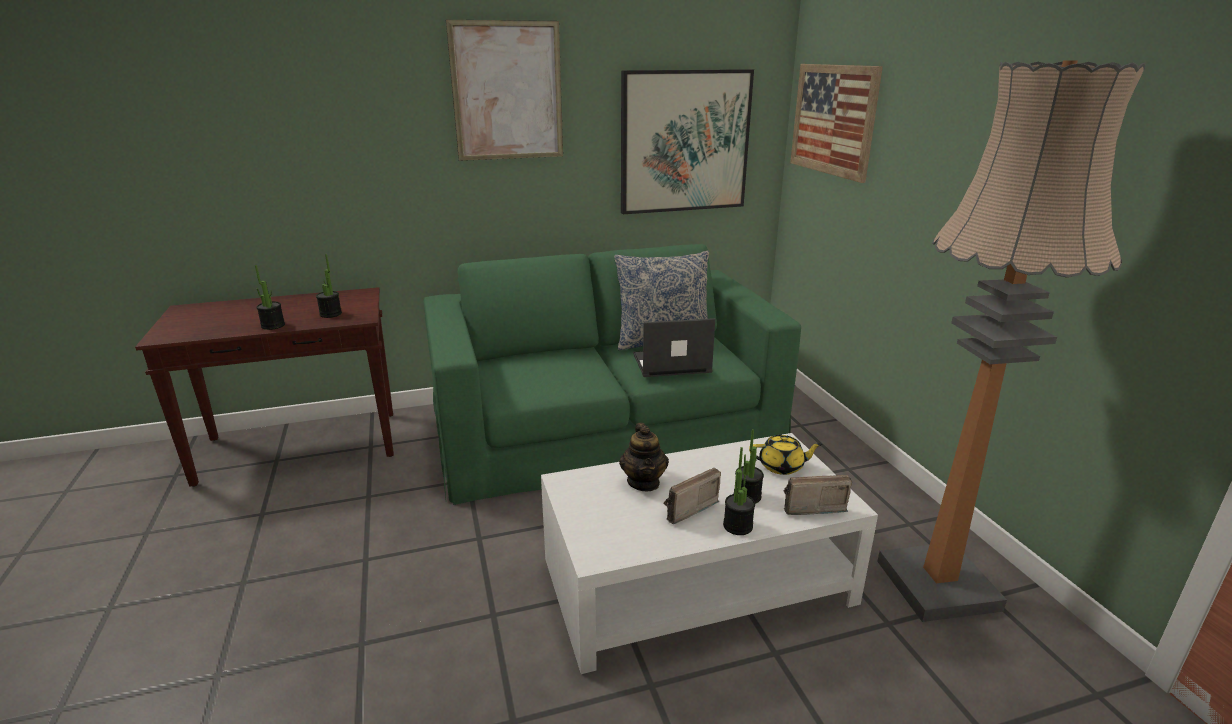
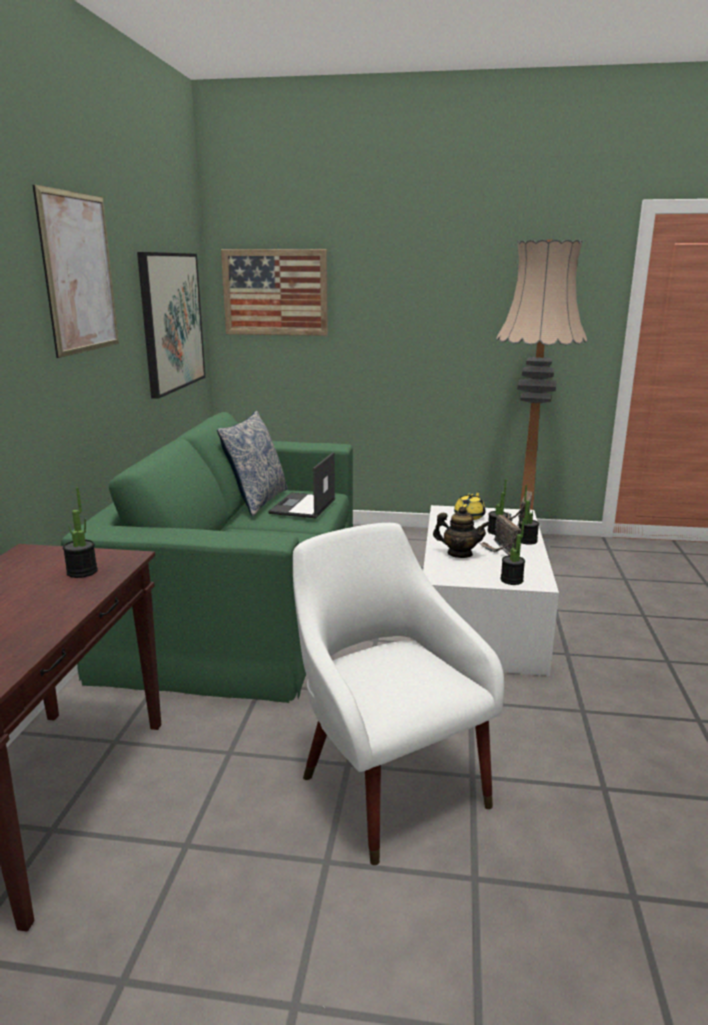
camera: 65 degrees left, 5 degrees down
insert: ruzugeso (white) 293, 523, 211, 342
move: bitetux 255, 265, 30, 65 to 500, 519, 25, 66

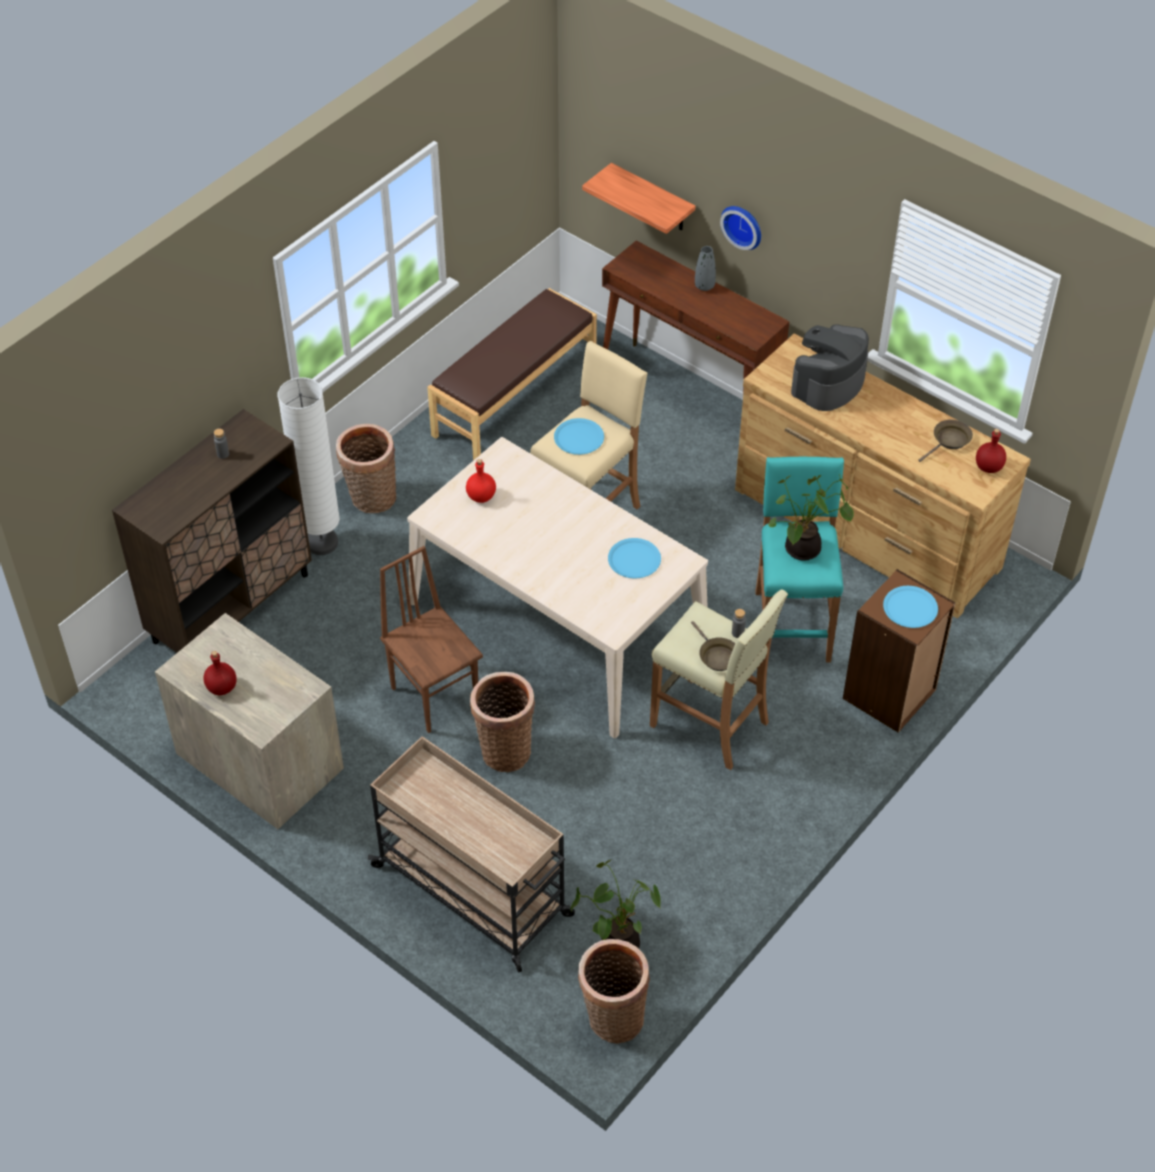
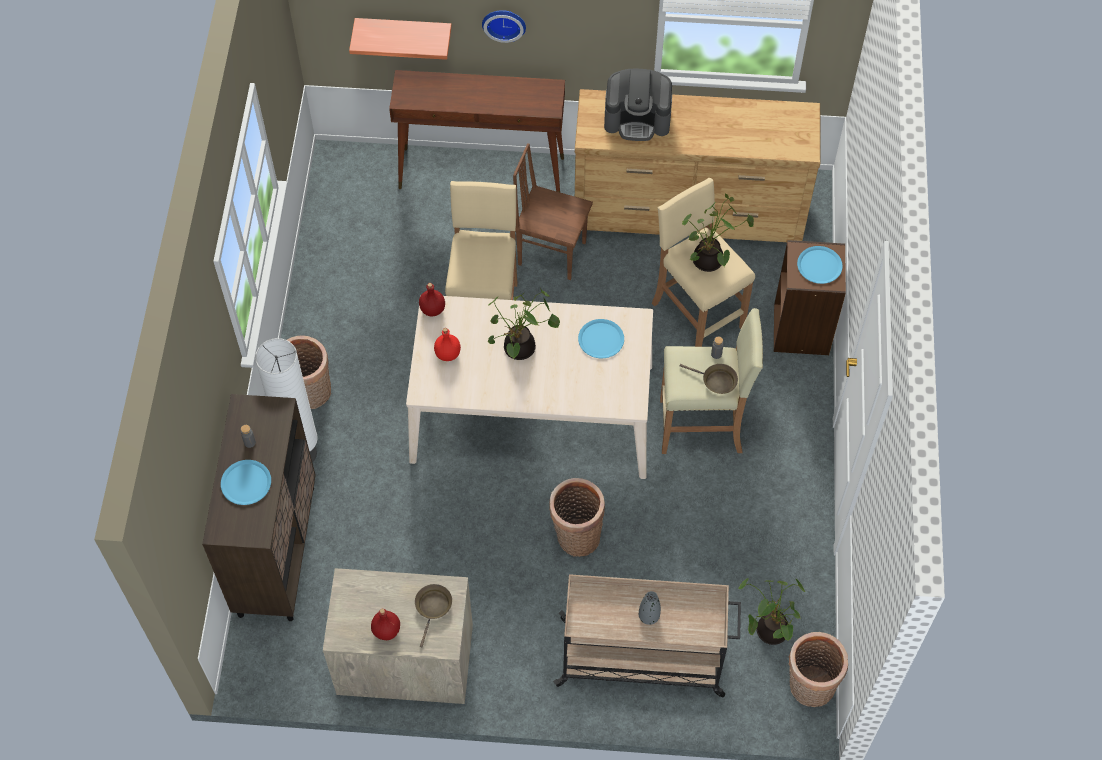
camera: 35 degrees left, 10 degrees up
delete: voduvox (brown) 427, 288, 170, 172
insert: bitetux 488, 288, 72, 72
move: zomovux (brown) 380, 546, 103, 187 to 513, 143, 80, 137; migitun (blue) 554, 418, 50, 37 to 221, 460, 50, 45; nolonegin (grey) 695, 246, 21, 45 to 639, 591, 22, 34; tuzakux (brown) 918, 419, 55, 43 to 415, 584, 37, 63; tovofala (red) 976, 429, 30, 44 to 419, 283, 26, 33
recolor: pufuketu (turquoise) 755, 457, 89, 206 to pufuketu (beige) 652, 178, 103, 169
rotate: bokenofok 791, 324, 78, 87 = 604, 68, 68, 73 90 degrees counterclockwise

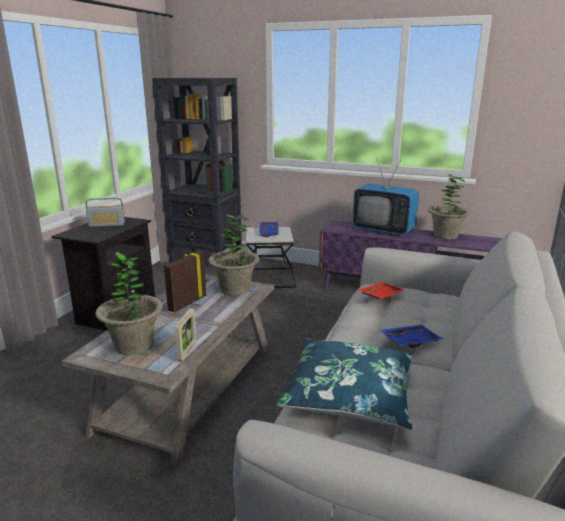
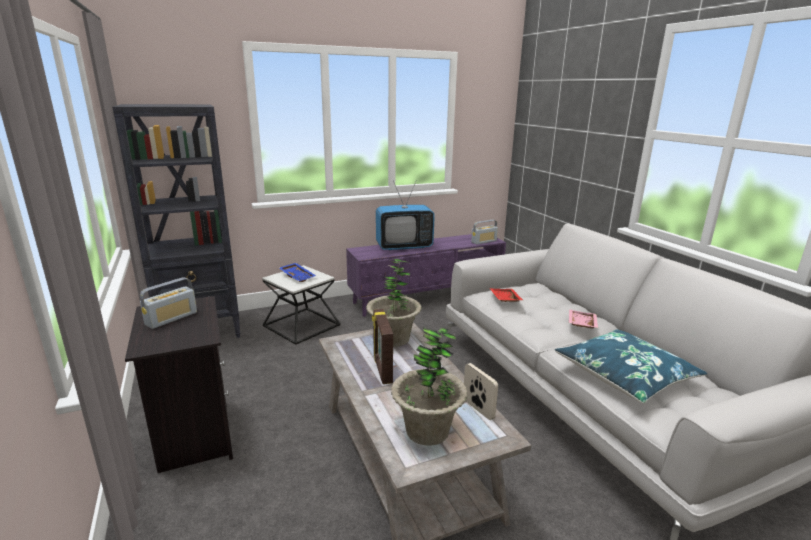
camera: 45 degrees left, 0 degrees up
delete: bitetux 428, 174, 42, 66
insert: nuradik 471, 220, 27, 24
recolor: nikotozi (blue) 380, 324, 64, 24 to nikotozi (pink) 569, 309, 29, 20

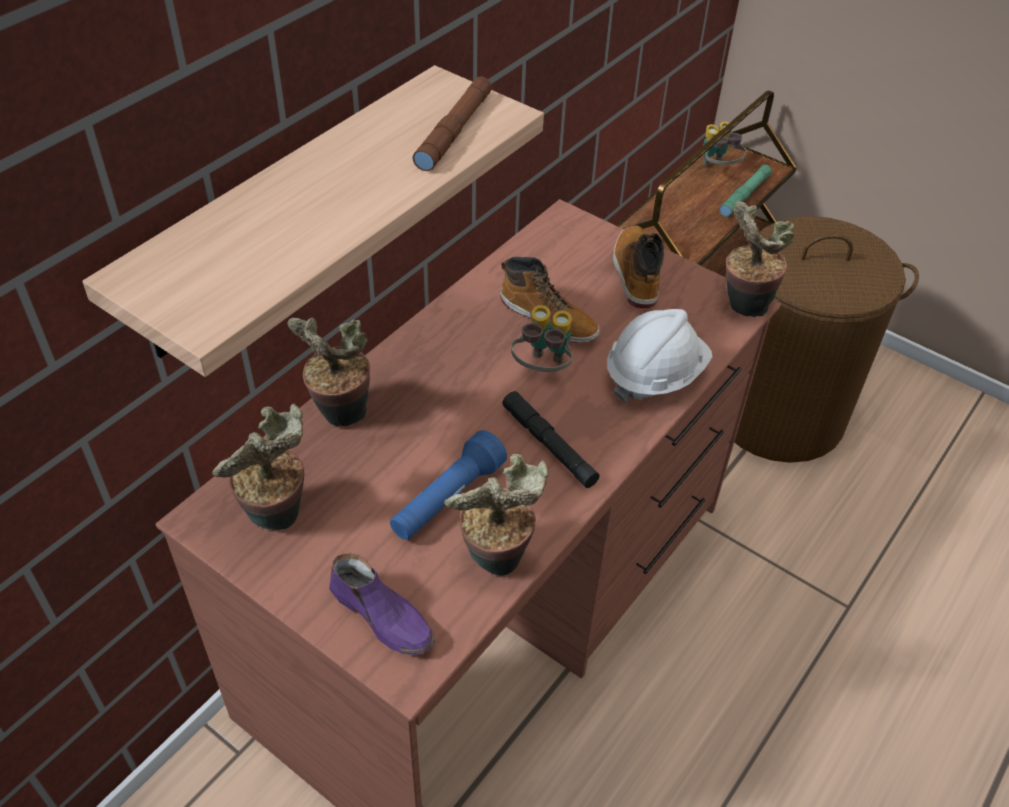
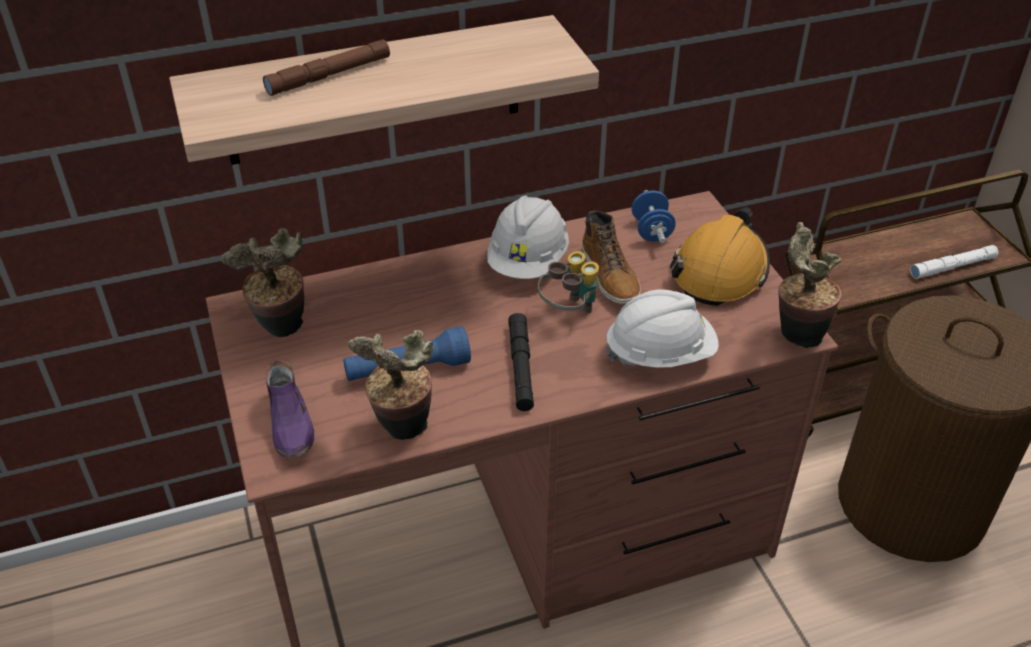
camera: 35 degrees right, 5 degrees down
delete: bitetux 287, 317, 83, 109; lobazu 702, 122, 44, 44
insert: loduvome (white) 488, 195, 81, 84; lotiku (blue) 632, 190, 44, 53
move: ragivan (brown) 413, 77, 79, 94 to 263, 39, 127, 57
replace: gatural 613, 225, 51, 83 to loduvome (orange) 670, 207, 100, 99
recolor: ragivan (green) 719, 165, 53, 52 to ragivan (white) 910, 245, 88, 34

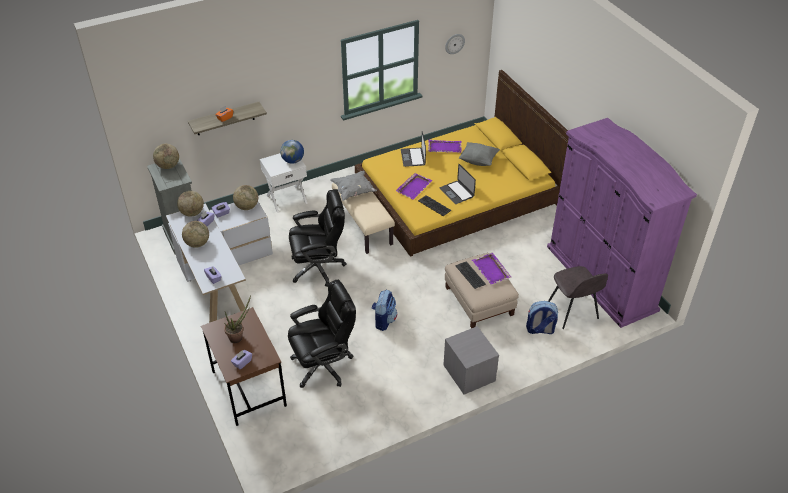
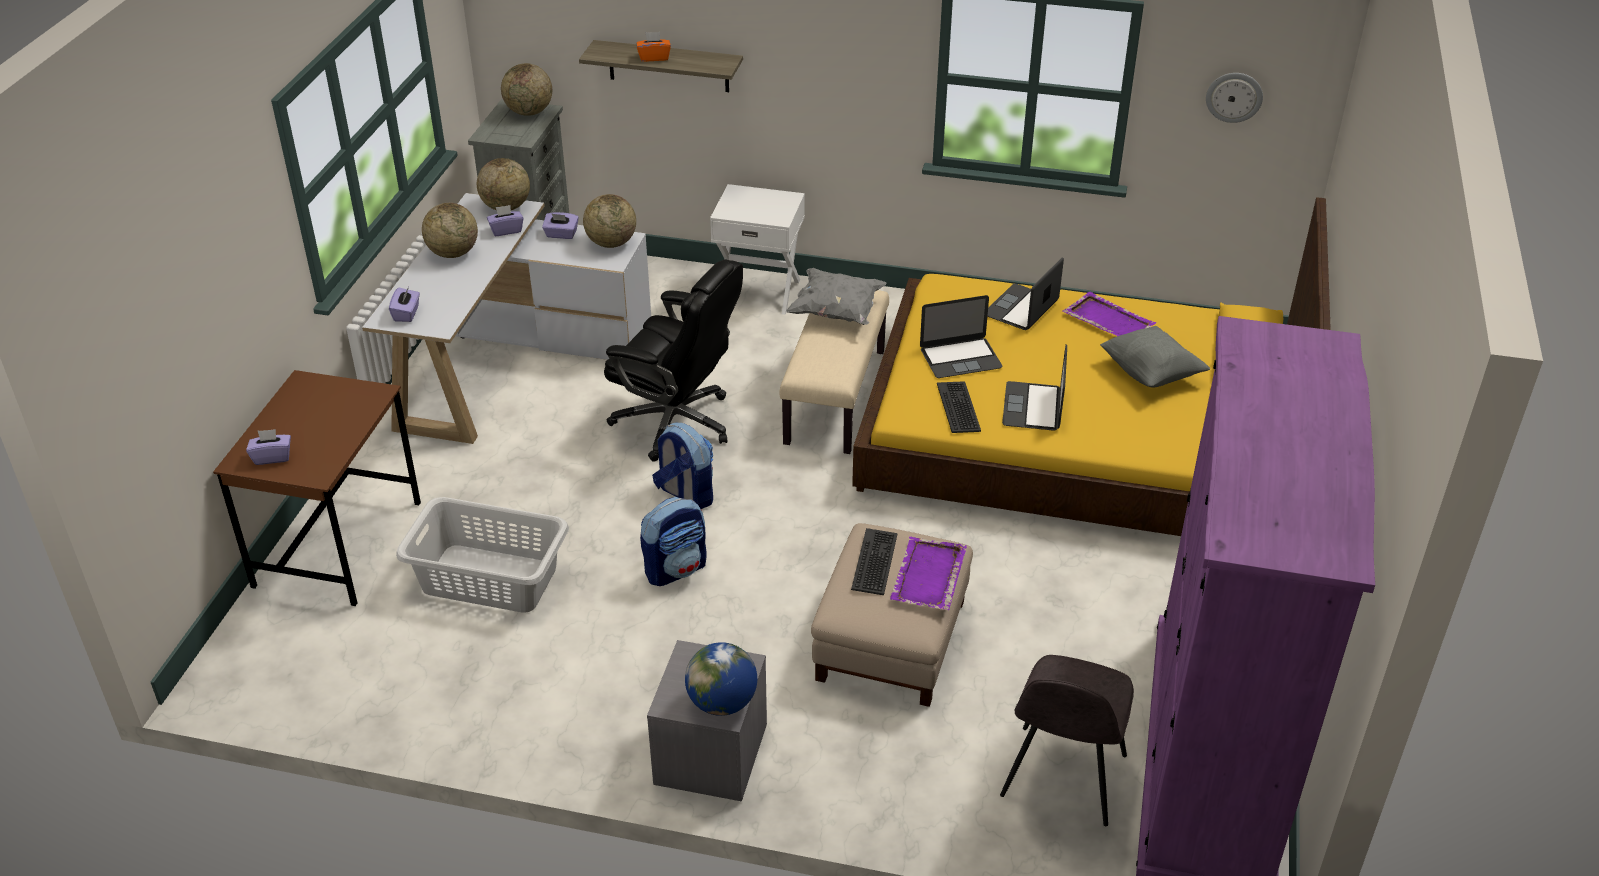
camera: 40 degrees right, 5 degrees down
delete: bitetux 224, 295, 27, 48
move: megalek 280, 140, 24, 24 to 685, 642, 72, 74; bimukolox 526, 301, 32, 33 to 652, 423, 61, 86
replace: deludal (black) 288, 279, 68, 109 to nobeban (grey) 396, 497, 173, 116; nikotozi (purple) 396, 173, 36, 27 to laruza 920, 295, 82, 83

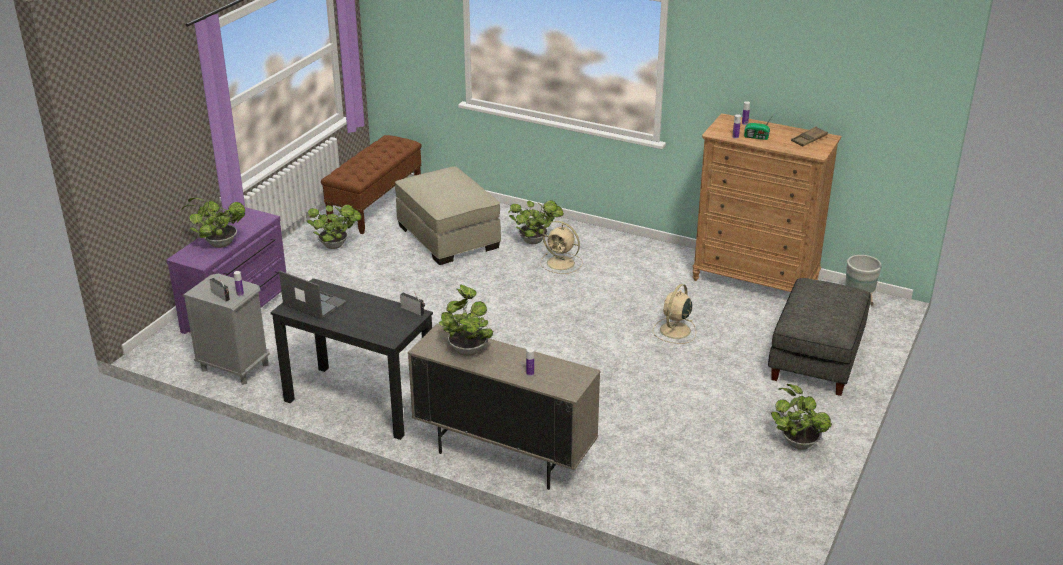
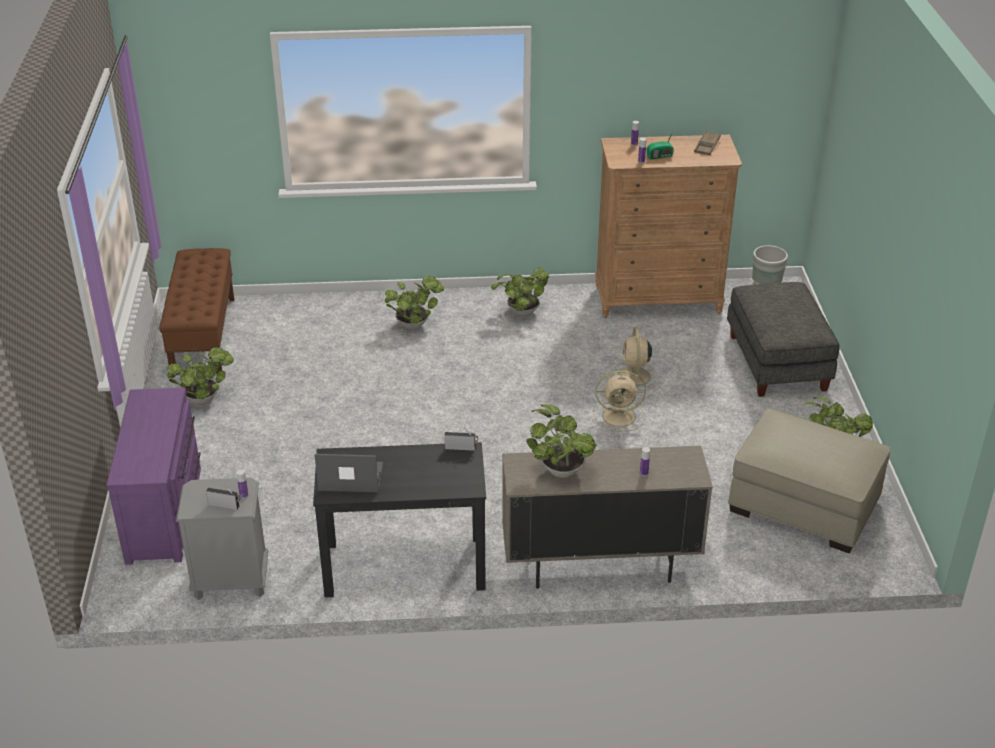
camera: 30 degrees left, 5 degrees up
move: bitetux 182, 198, 63, 50 to 491, 268, 58, 49; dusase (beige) 395, 166, 106, 99 to 728, 409, 163, 144; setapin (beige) 540, 221, 43, 53 to 593, 370, 53, 62

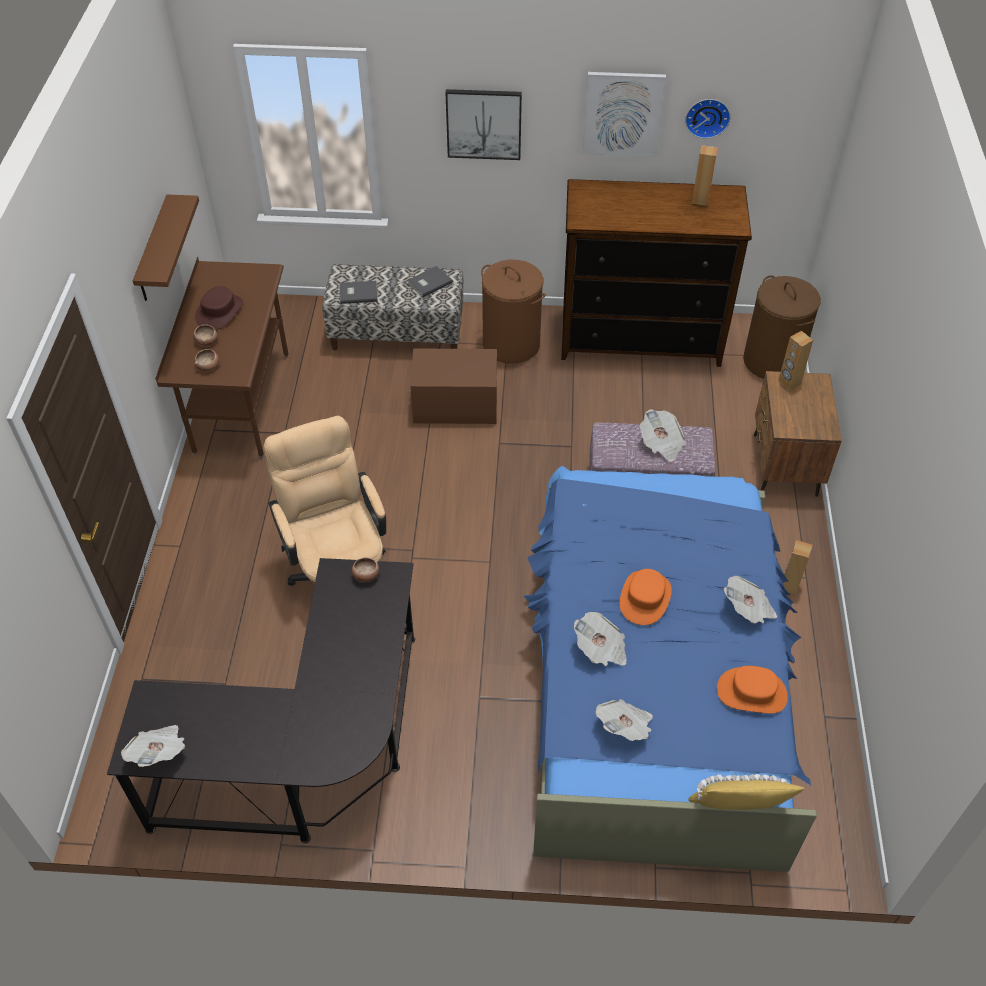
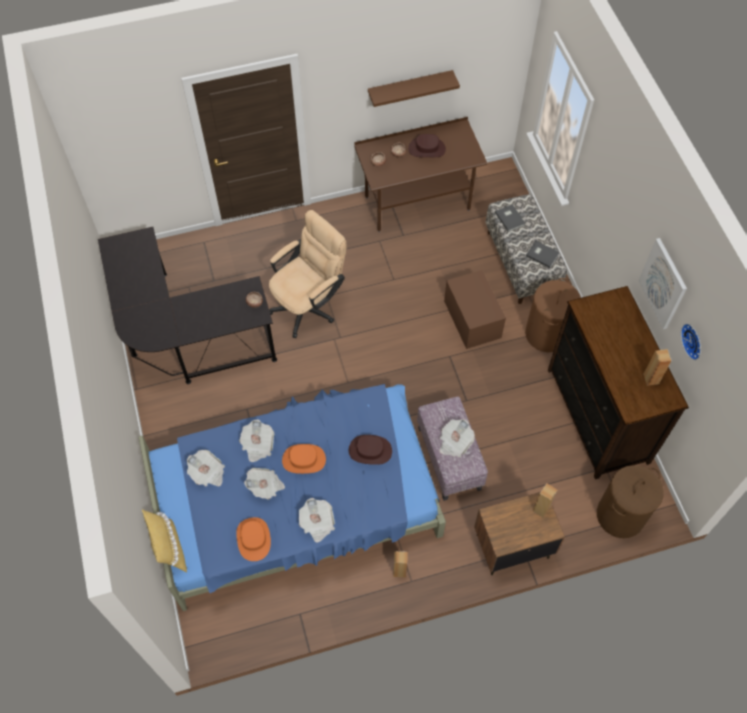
camera: 70 degrees right, 10 degrees up
delete: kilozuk 445, 89, 77, 71
insert: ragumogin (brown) 349, 435, 43, 30
move: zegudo 121, 725, 64, 42 to 244, 468, 41, 31

